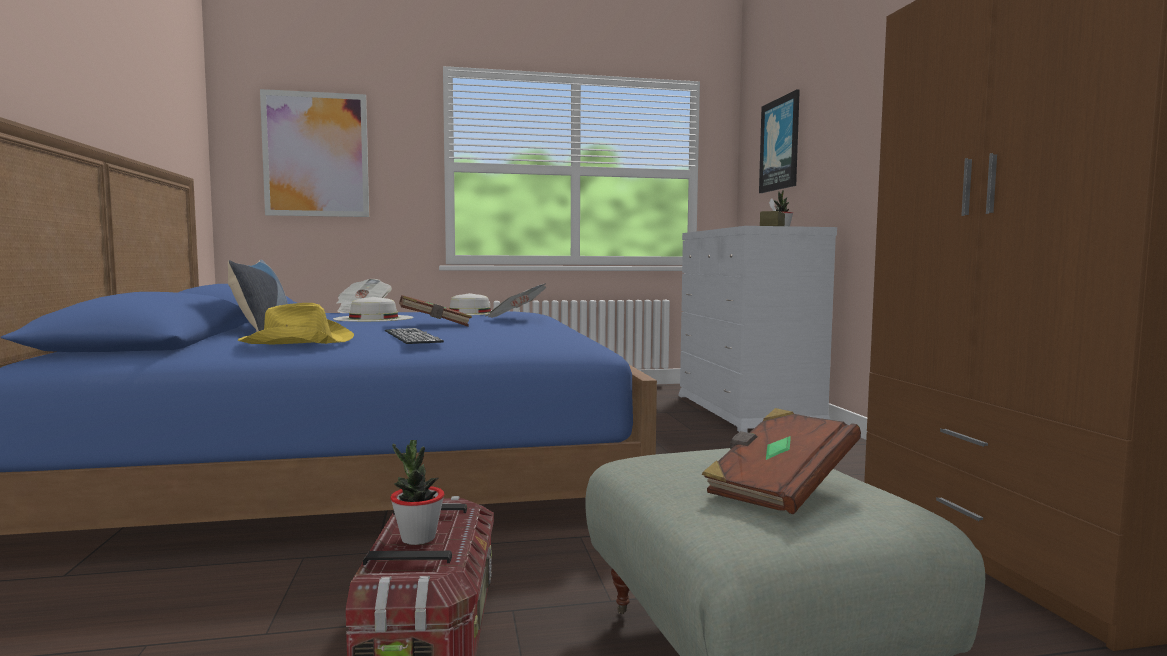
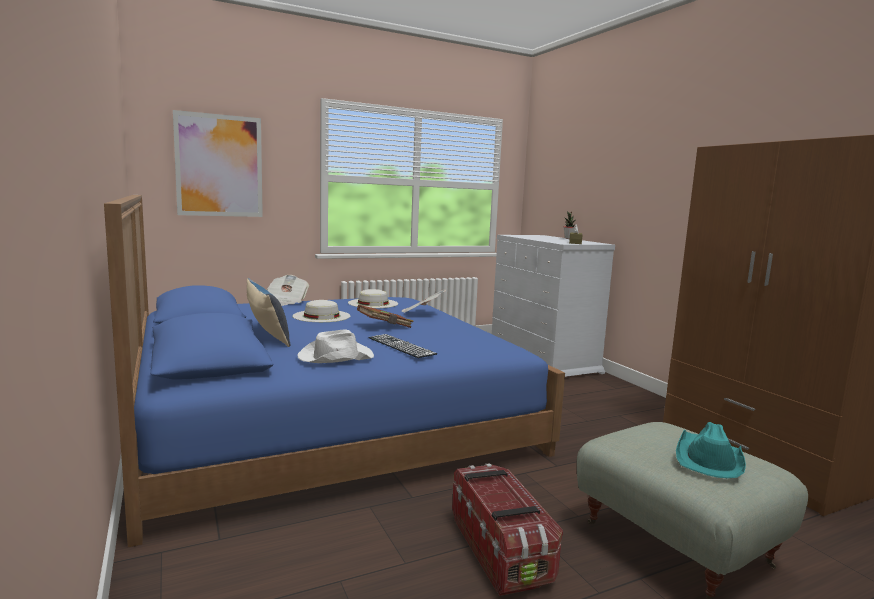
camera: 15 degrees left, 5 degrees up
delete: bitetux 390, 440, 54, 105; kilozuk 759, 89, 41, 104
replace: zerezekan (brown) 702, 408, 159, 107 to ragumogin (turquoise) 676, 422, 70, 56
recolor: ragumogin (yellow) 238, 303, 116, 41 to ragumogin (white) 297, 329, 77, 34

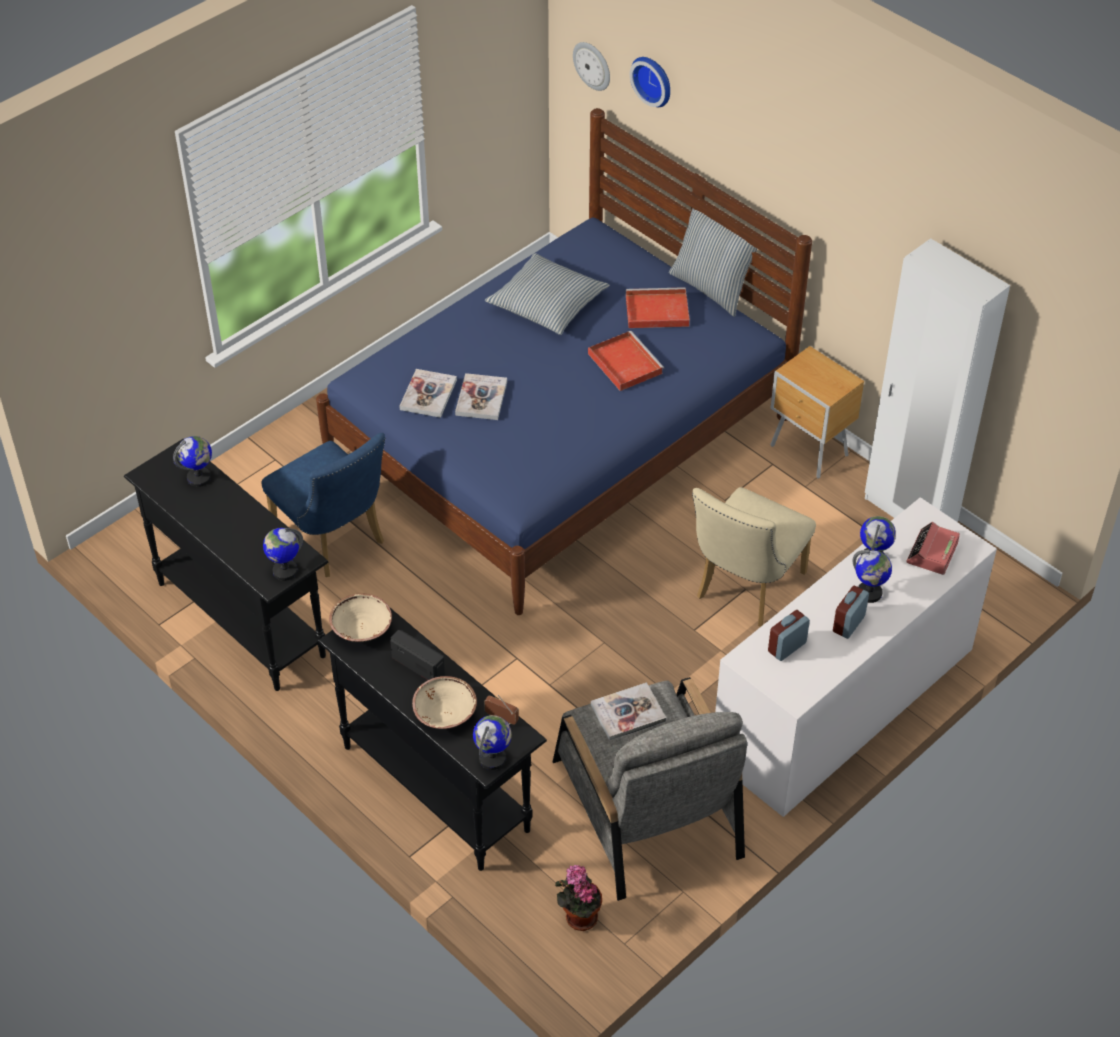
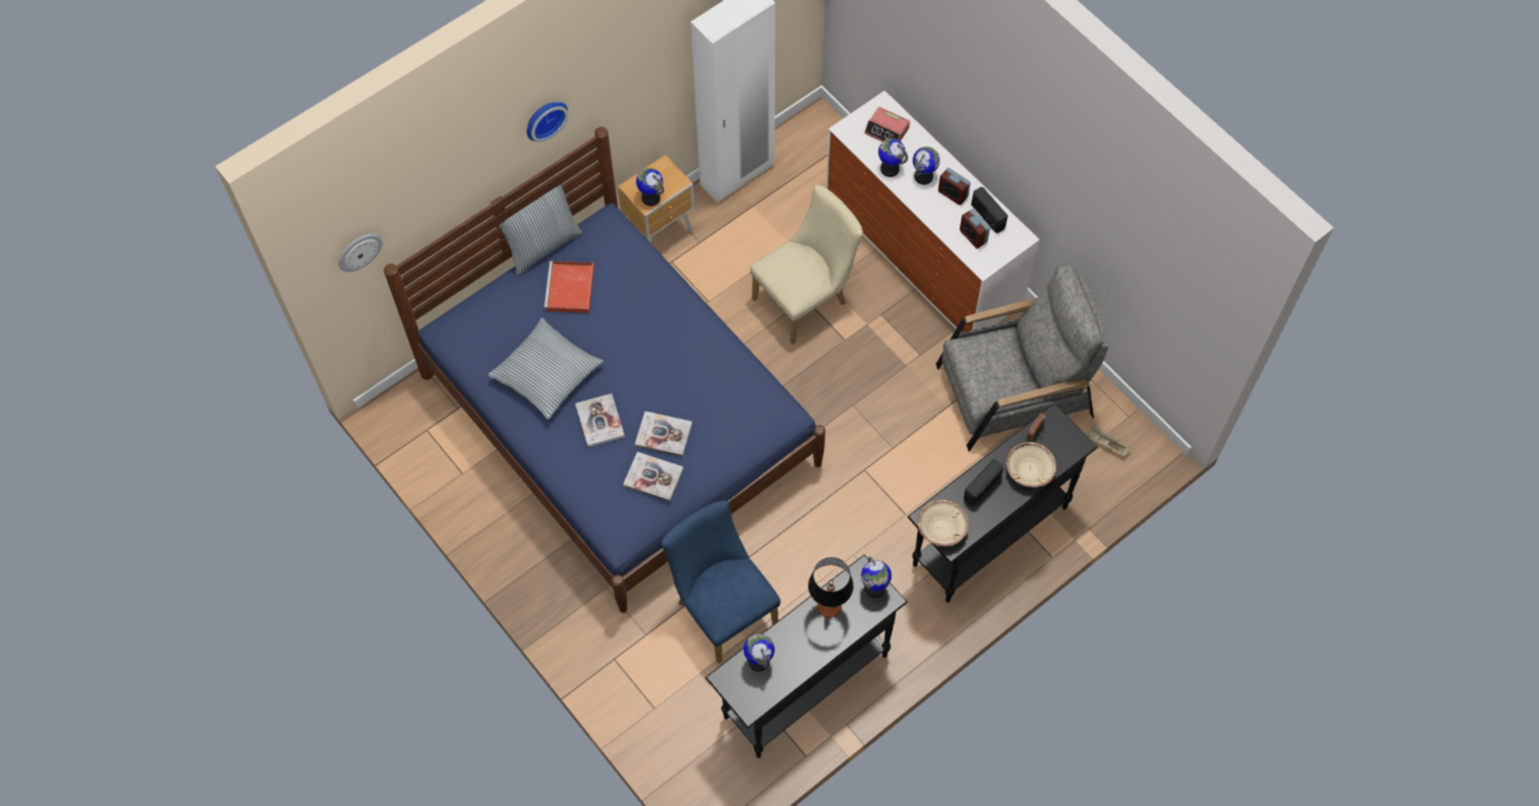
camera: 85 degrees left, 15 degrees up
delete: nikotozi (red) 588, 331, 76, 60
insert: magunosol 808, 557, 46, 61; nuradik 971, 187, 37, 46
move: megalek 473, 715, 39, 55 to 636, 168, 28, 38; zerezekan 591, 682, 75, 59 to 575, 393, 50, 54; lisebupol 630, 57, 40, 50 to 527, 102, 41, 40
replace: bitetux 555, 865, 47, 66 to nikotozi (beige) 1088, 425, 42, 31
rotate: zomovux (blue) 262, 433, 123, 144 = 661, 500, 119, 164 90 degrees counterclockwise; zomovux (beige) 692, 487, 124, 139 = 750, 185, 113, 160 75 degrees counterclockwise

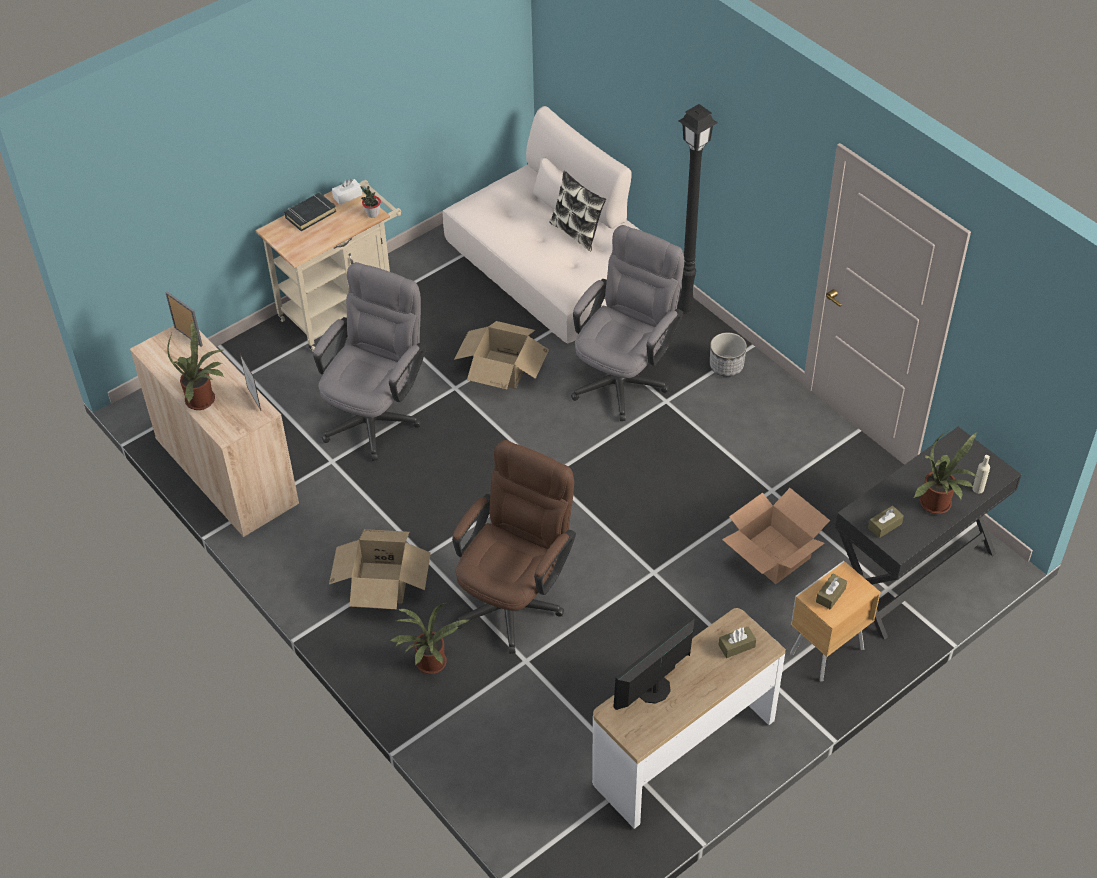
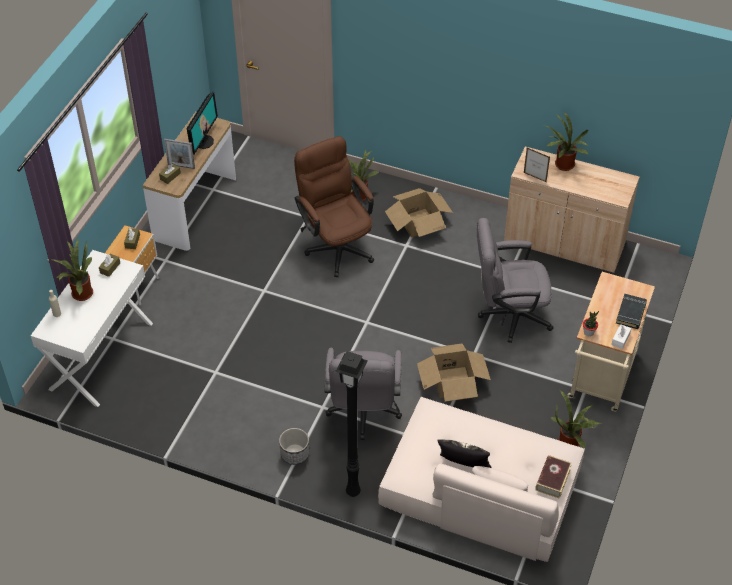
camera: 150 degrees right, 0 degrees up
delete: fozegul 722, 488, 108, 96
insert: zerezekan 535, 455, 37, 44; bitetux 550, 391, 52, 58
move: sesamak 165, 291, 38, 56 to 164, 139, 31, 30
recolor: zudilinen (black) 835, 427, 186, 213 to zudilinen (white) 31, 250, 122, 157
rotate: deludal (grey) 314, 262, 112, 199 = 477, 218, 77, 125 90 degrees clockwise; deludal (brown) 452, 440, 124, 214 = 294, 136, 80, 141 150 degrees clockwise

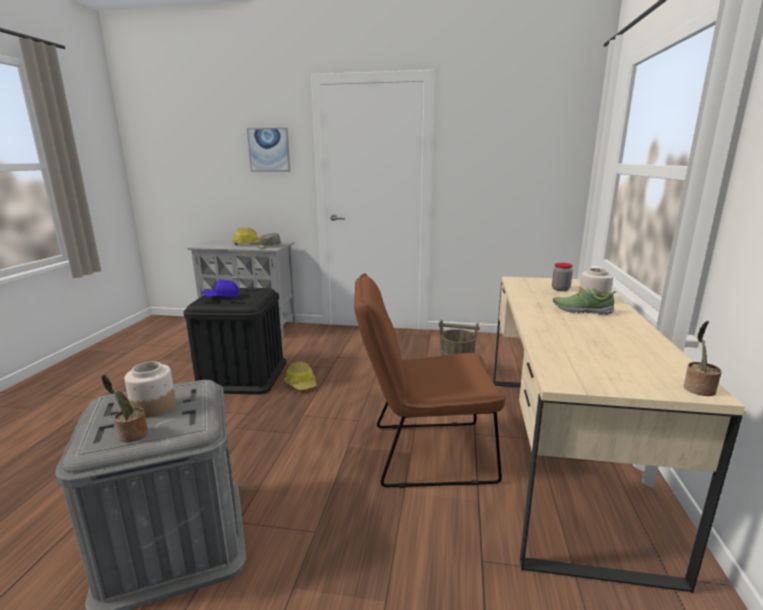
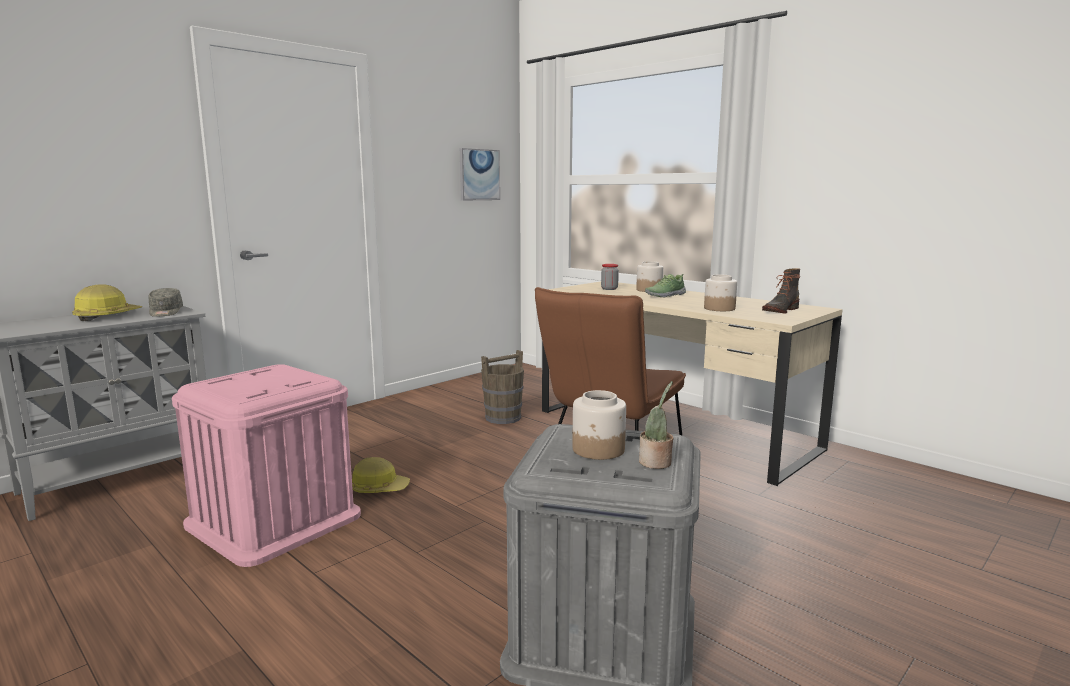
camera: 55 degrees left, 5 degrees down
delete: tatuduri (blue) 201, 280, 38, 17; bitetux 683, 321, 39, 75
insert: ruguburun 704, 275, 33, 36; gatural 762, 268, 38, 46
move: kilozuk 247, 128, 44, 44 to 460, 148, 40, 53
recolor: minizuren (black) 183, 288, 103, 107 to minizuren (pink) 172, 364, 189, 203

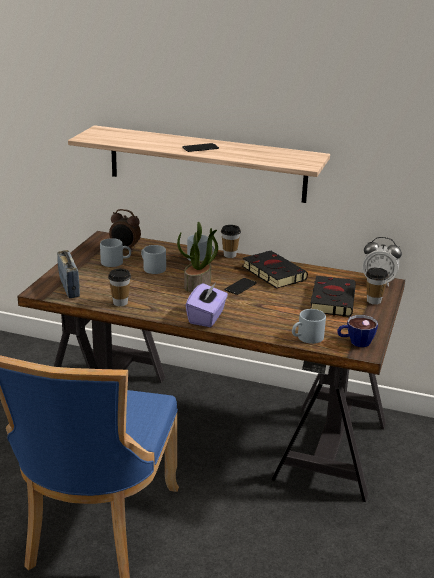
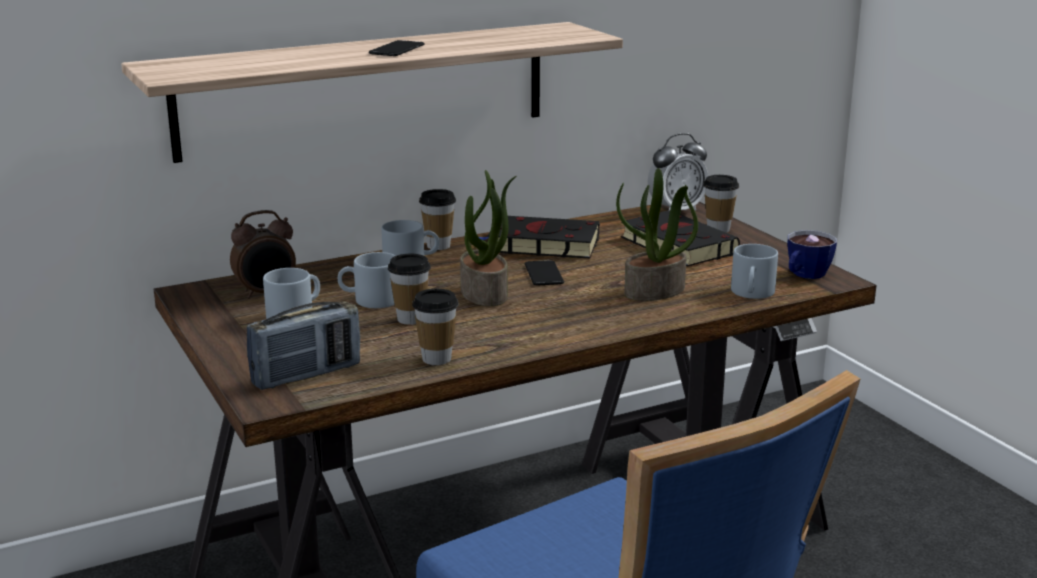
camera: 45 degrees left, 5 degrees down
delete: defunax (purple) 186, 282, 42, 45
insert: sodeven 388, 254, 43, 71; bitetux 616, 168, 82, 133
rotate: nuradik 57, 250, 23, 48 = 247, 301, 113, 89 120 degrees clockwise

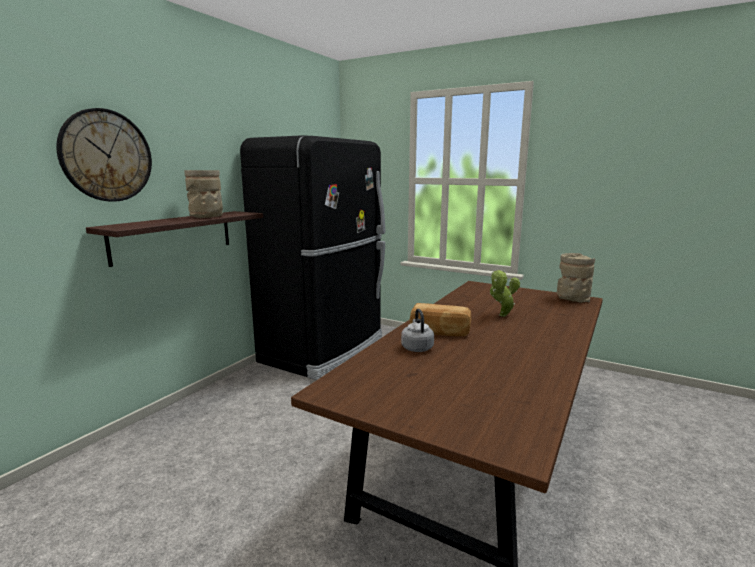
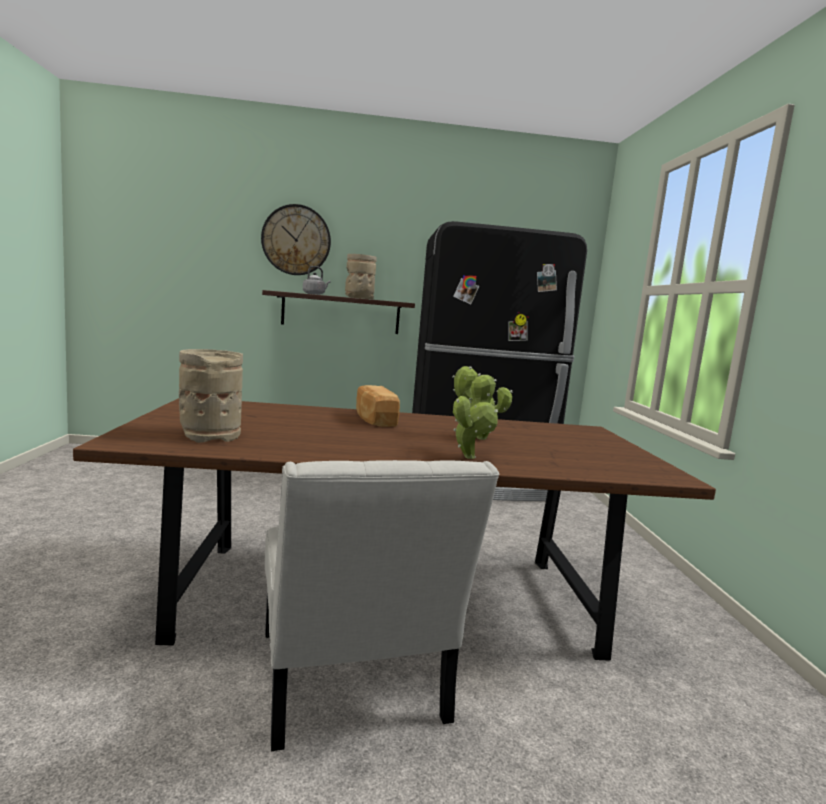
camera: 55 degrees right, 5 degrees down
insert: zomovux (white) 265, 460, 234, 291; bitetux 453, 373, 45, 86
move: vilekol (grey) 401, 309, 33, 43 to 303, 266, 28, 29; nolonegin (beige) 557, 253, 38, 50 to 179, 349, 64, 94

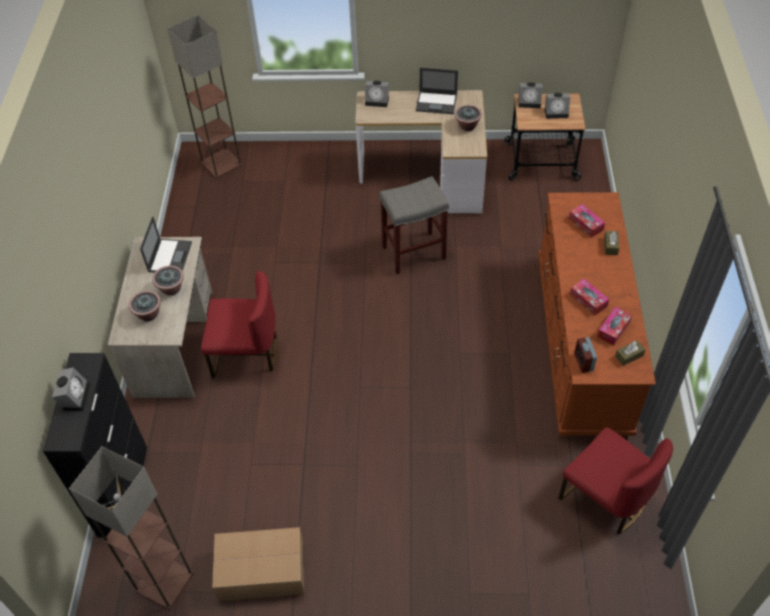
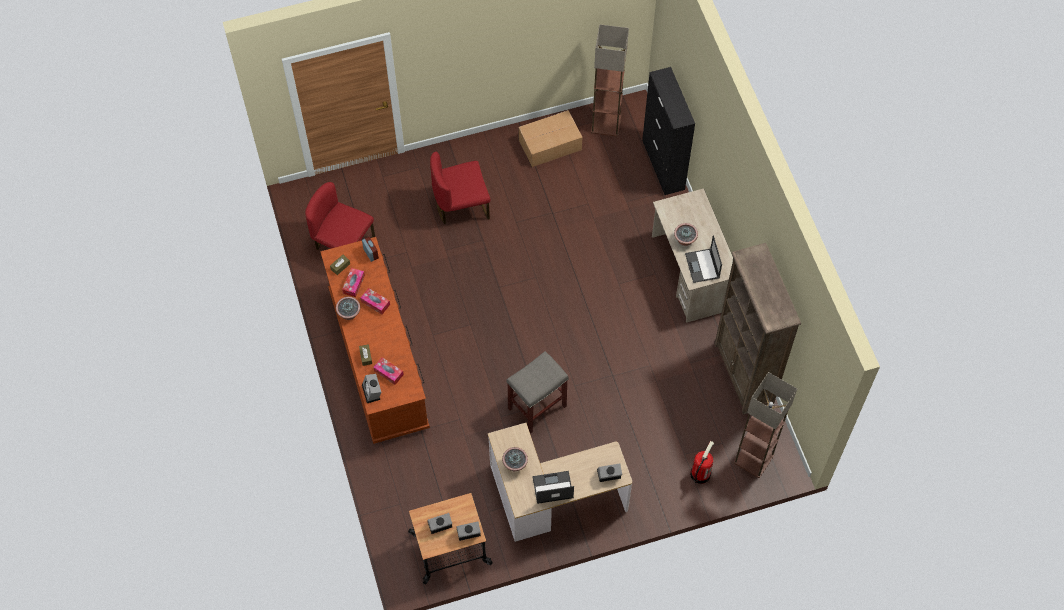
camera: 160 degrees right, 10 degrees up
insert: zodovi 690, 441, 24, 43; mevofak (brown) 714, 243, 87, 172
move: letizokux 52, 368, 38, 43 to 362, 374, 19, 29; bitetux 129, 291, 32, 31 to 336, 297, 24, 23; zomovux (red) 201, 271, 77, 108 to 430, 152, 60, 72

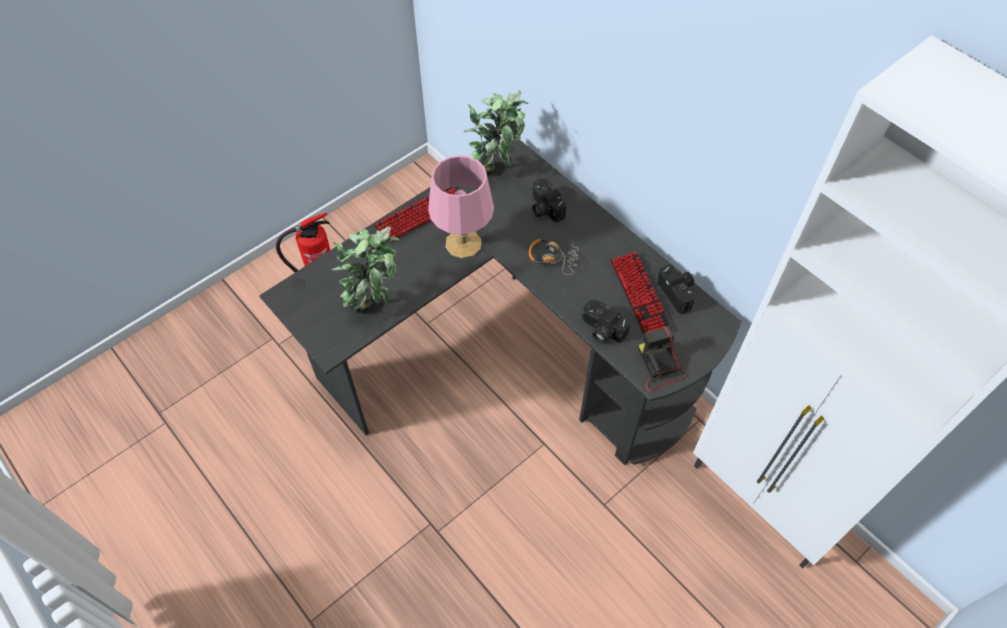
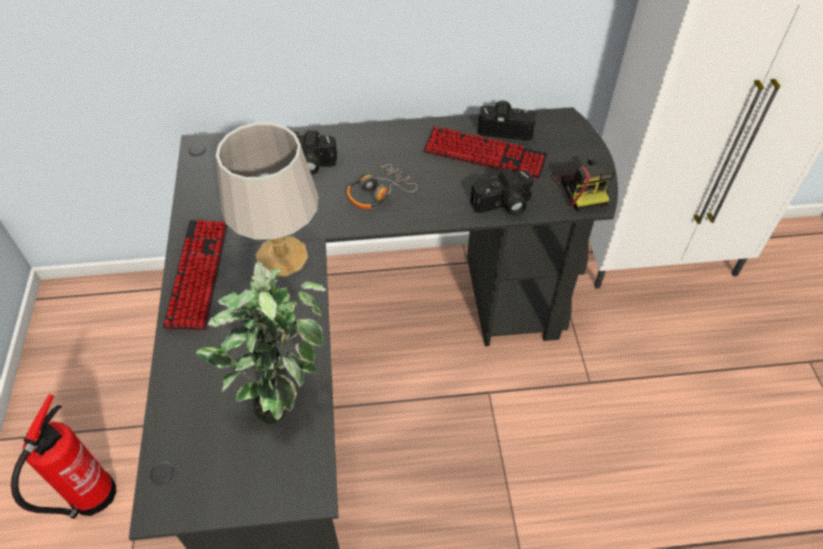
camera: 55 degrees left, 5 degrees down
delete: bitetux 464, 91, 64, 84
recolor: magunosol (pink) 428, 155, 66, 104 to magunosol (grey) 216, 122, 103, 155
rotate: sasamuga 638, 326, 48, 66 = 551, 157, 64, 54 120 degrees counterclockwise

